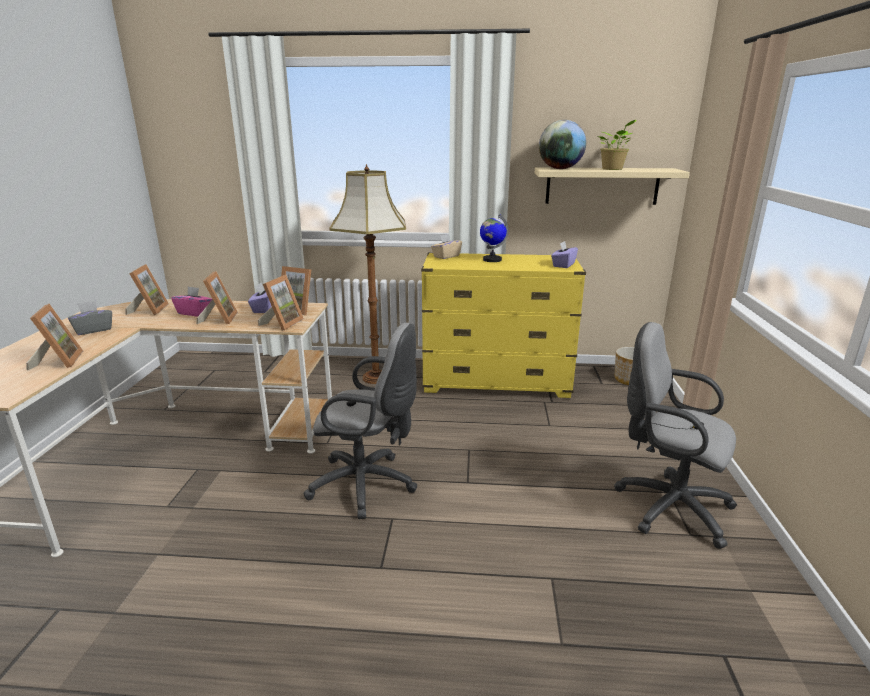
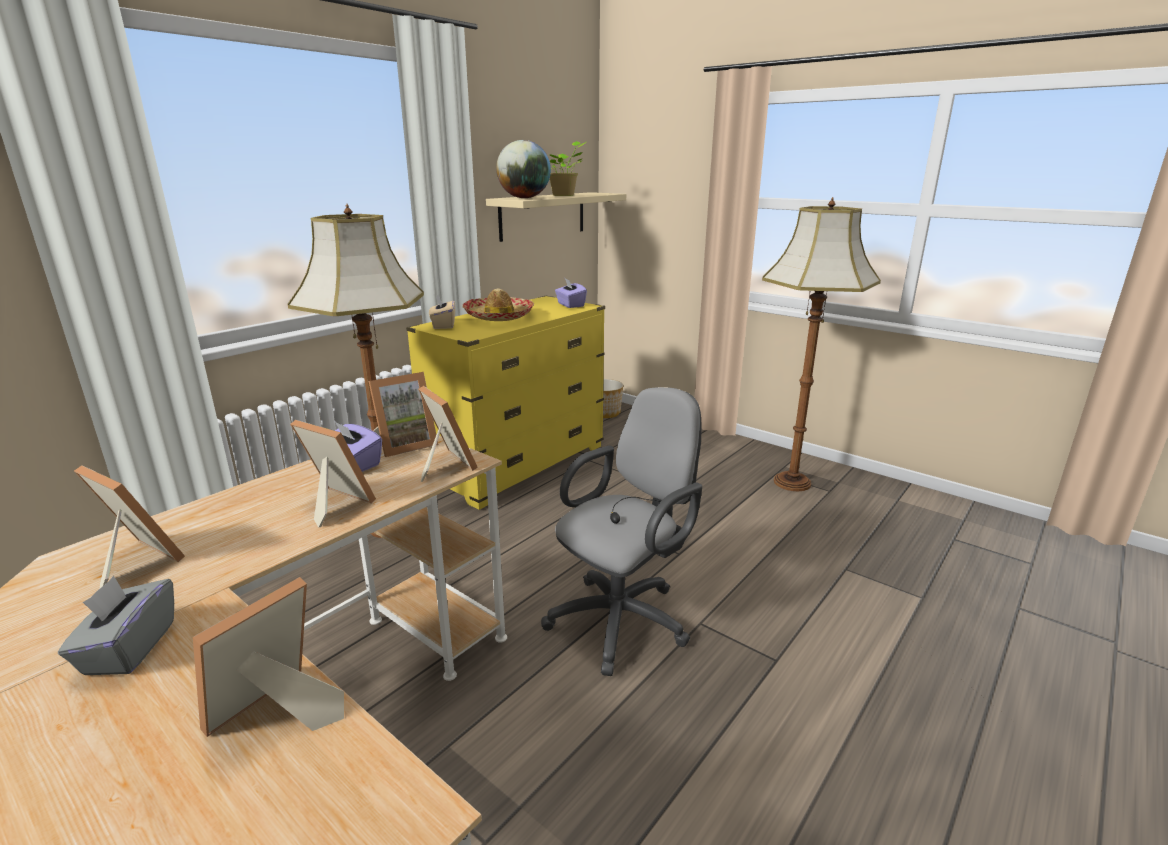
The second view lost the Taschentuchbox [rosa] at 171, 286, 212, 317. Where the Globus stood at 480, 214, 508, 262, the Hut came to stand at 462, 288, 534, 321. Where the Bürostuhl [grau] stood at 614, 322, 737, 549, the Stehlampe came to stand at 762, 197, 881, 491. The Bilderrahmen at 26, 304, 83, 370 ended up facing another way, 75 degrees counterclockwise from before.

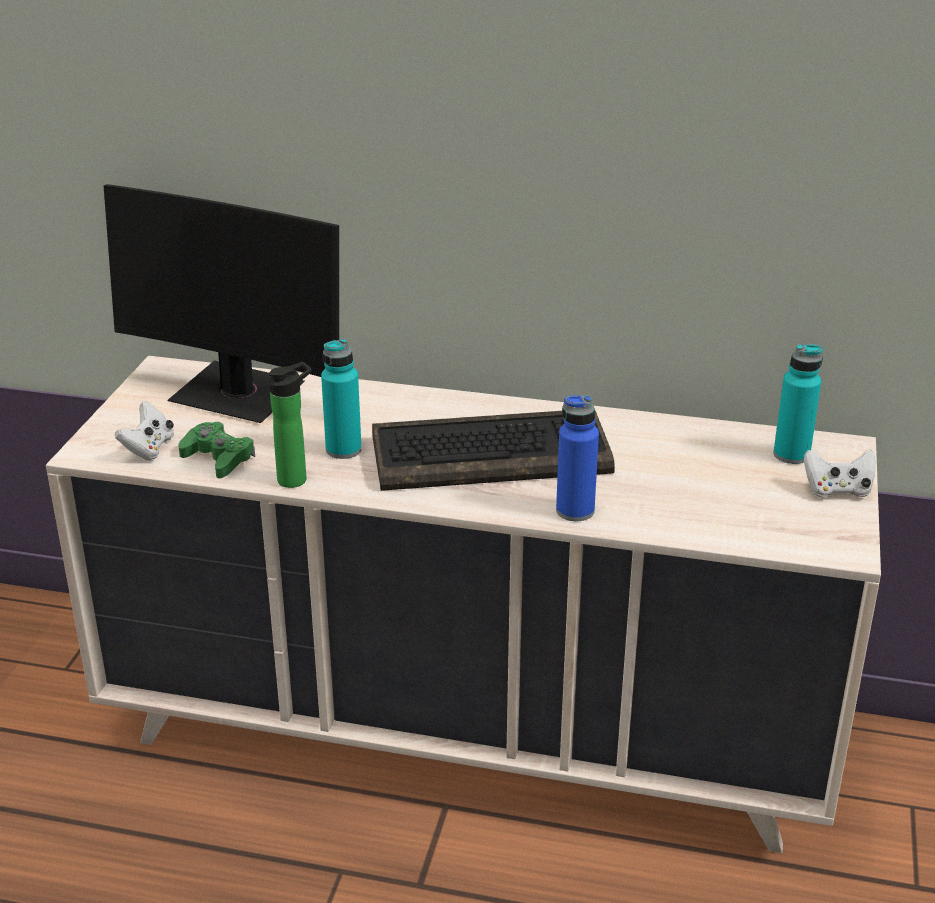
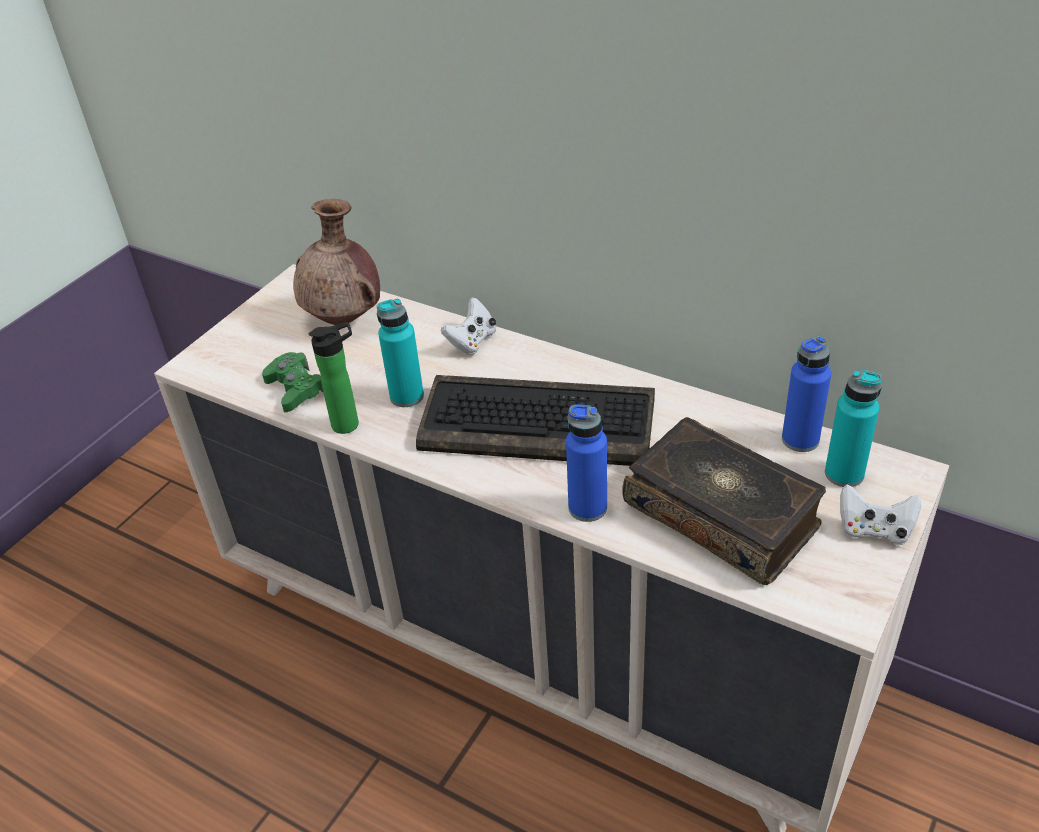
The second view gained the Buch at 622, 417, 826, 585. The second view gained the Flasche [blau] at 782, 336, 831, 452. The Gamepad [weiß] ended up elsewhere, having gone from 115, 401, 174, 460 to 441, 297, 496, 355. Where the Monitor stood at 104, 184, 339, 423, the Vase [braun] came to stand at 293, 199, 380, 325.

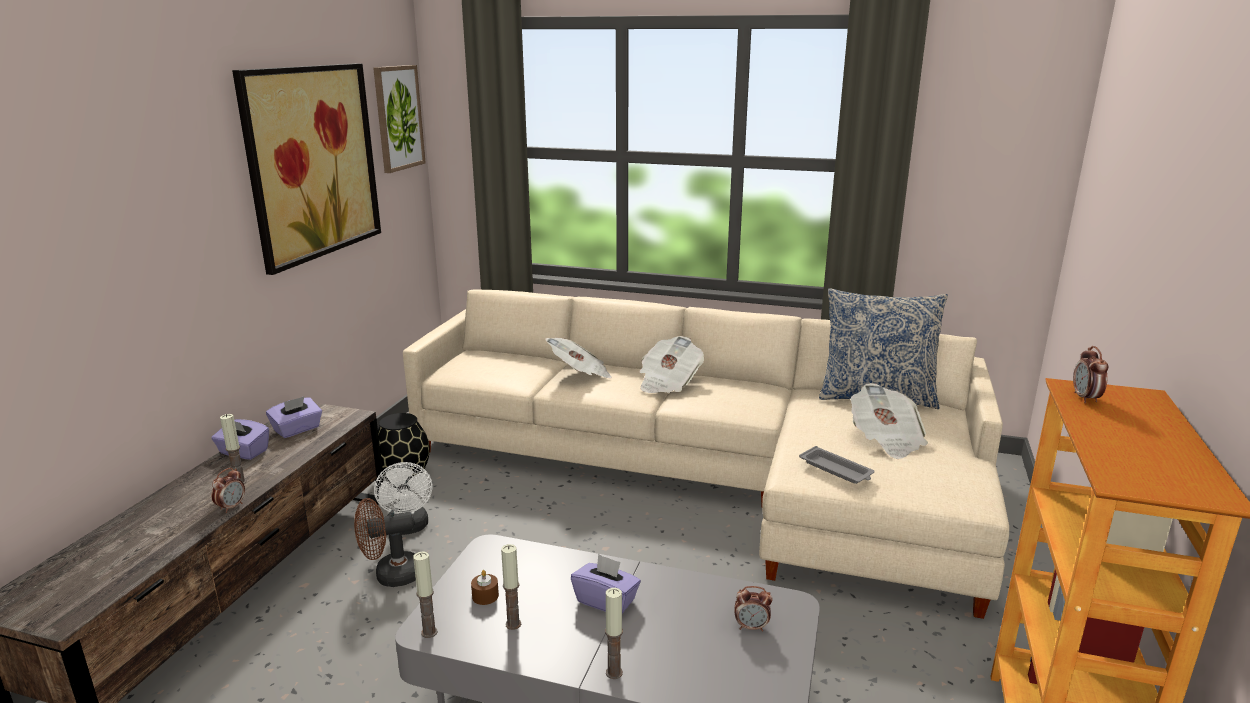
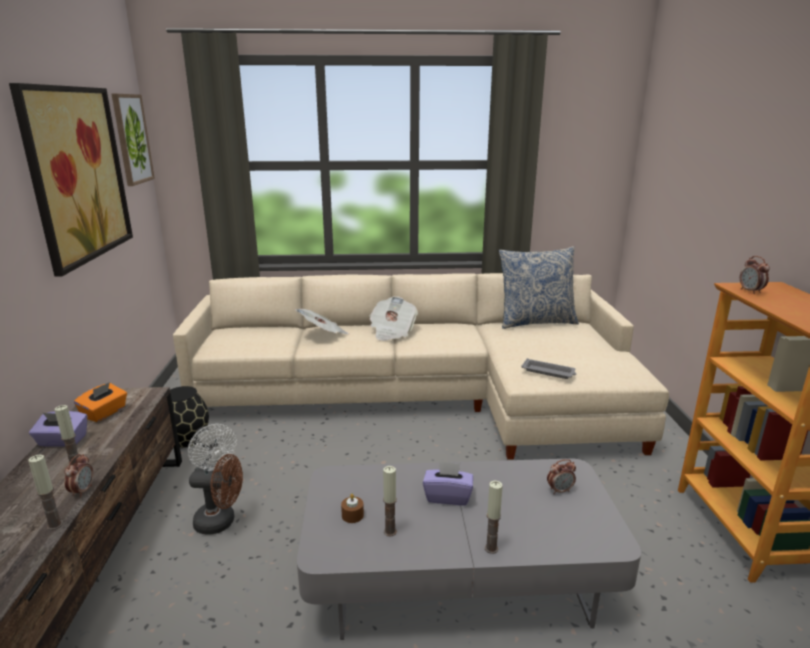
The second view lost the Zeitung at 850, 383, 928, 459. The Kerze ended up elsewhere, having gone from 413, 551, 438, 638 to 28, 454, 63, 530. What was the Taschentuchbox [lila] at 266, 397, 322, 438 turned into the Taschentuchbox [orange] at 74, 382, 127, 422. The Ventilator [braun] at 354, 498, 416, 587 ended up facing another way, 135 degrees counterclockwise from before.

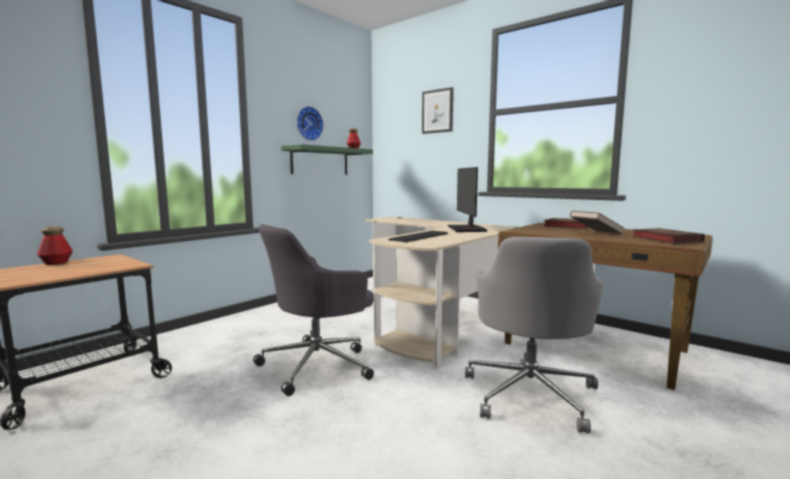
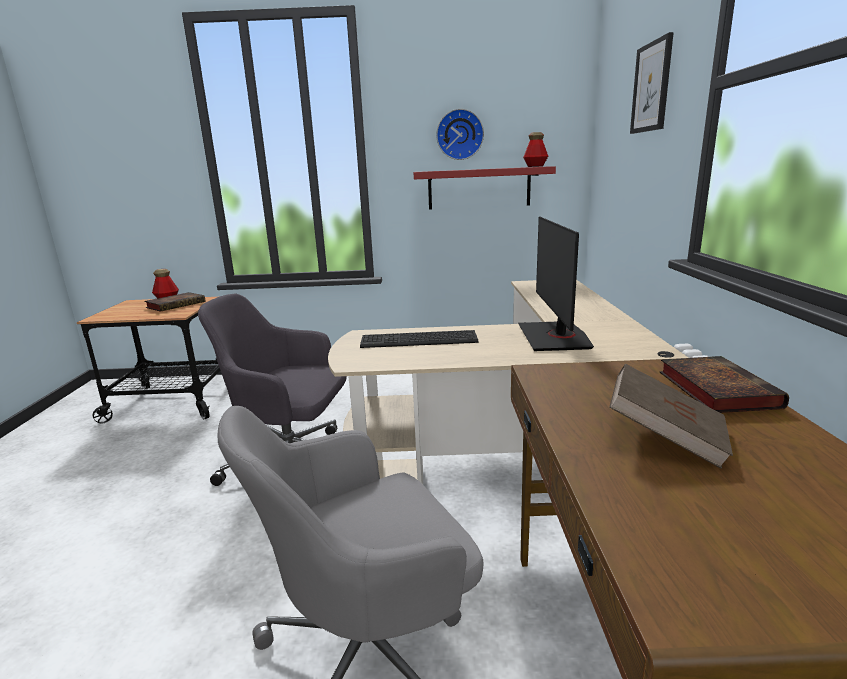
The Buch ended up elsewhere, having gone from 632, 228, 705, 244 to 144, 292, 205, 312. What was the Wandregal [grün] at 281, 144, 373, 175 turned into the Wandregal [rot] at 414, 166, 556, 210. The Monitor at 448, 167, 487, 232 ended up facing another way, 45 degrees counterclockwise from before.

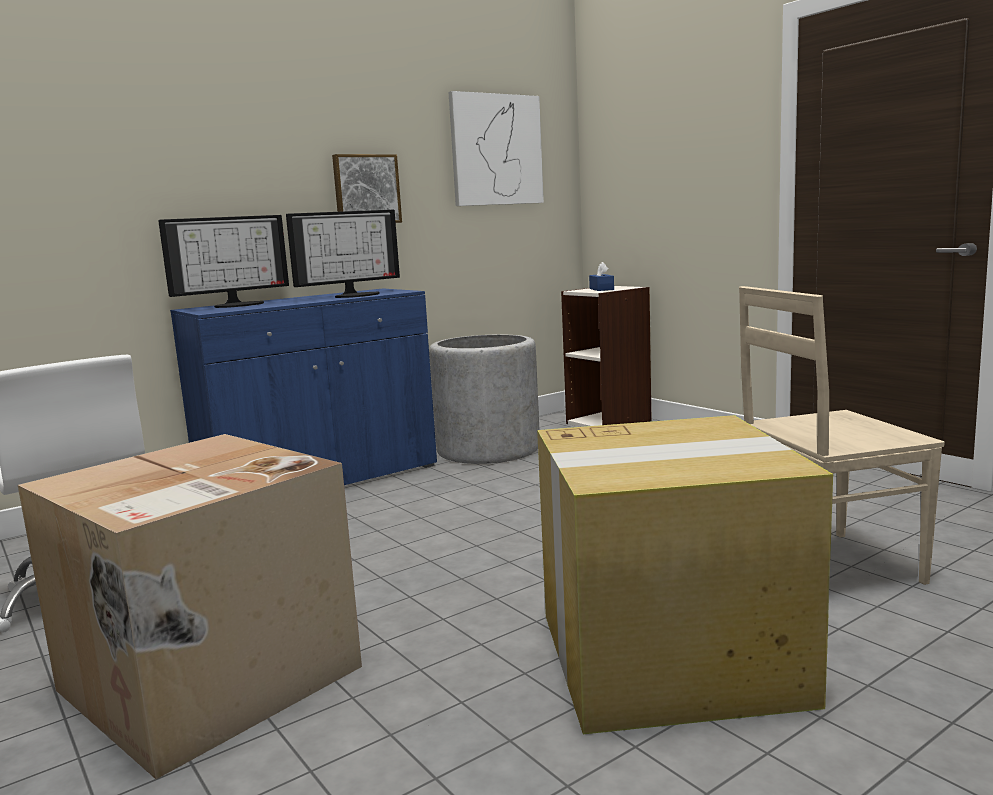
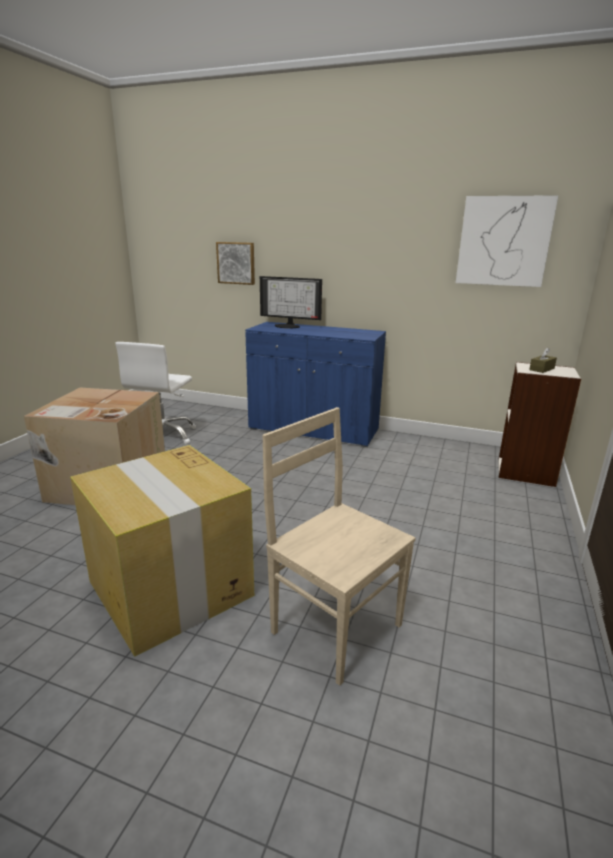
The second view lost the Monitor at 286, 210, 400, 298. The second view lost the Pflanzkübel [grau] at 429, 334, 539, 464. The Bild ended up elsewhere, having gone from 332, 154, 402, 223 to 216, 242, 255, 285. What was the Taschentuchbox [blau] at 589, 262, 614, 291 turned into the Taschentuchbox [braun] at 529, 347, 557, 373.

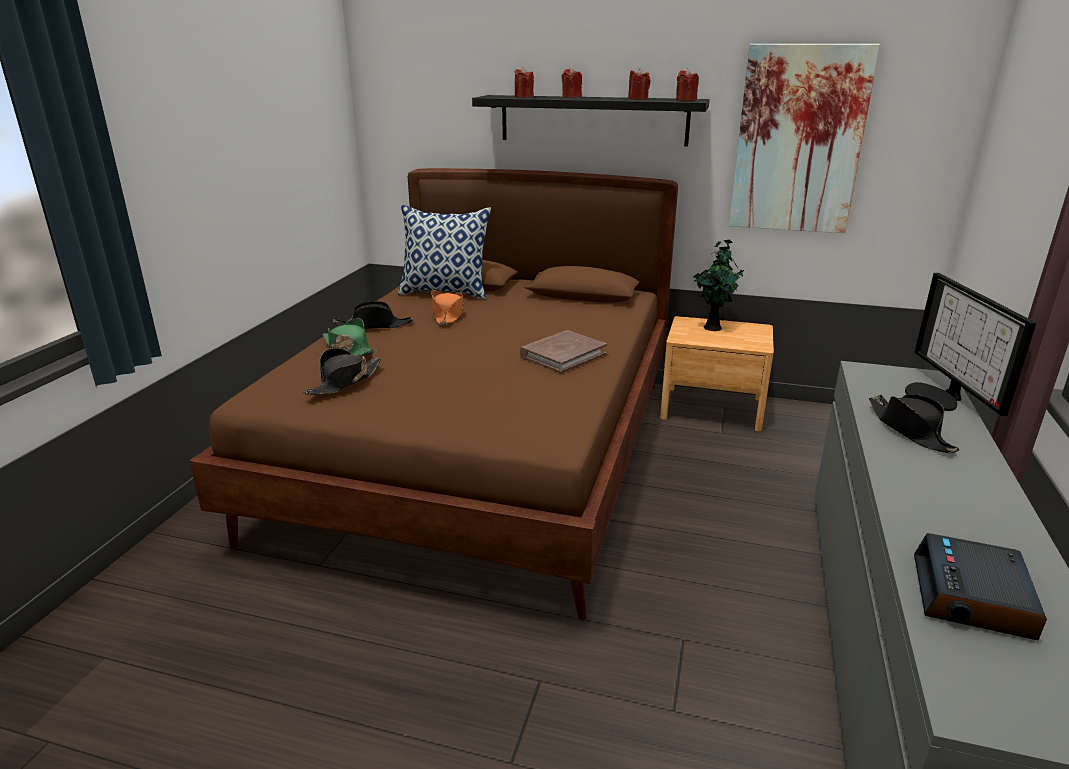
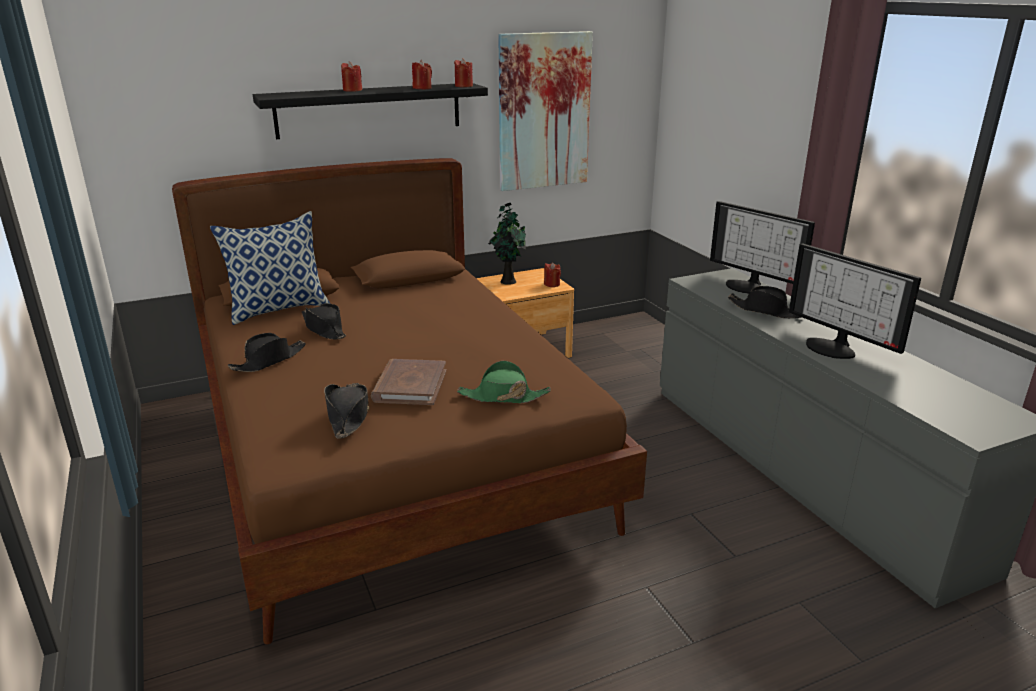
The second view lost the Wecker at 914, 533, 1047, 640. The second view gained the Monitor at 789, 243, 921, 359. The Hut [grün] ended up elsewhere, having gone from 323, 318, 377, 356 to 457, 361, 551, 403. The Kerze [rot] ended up elsewhere, having gone from 515, 67, 534, 98 to 544, 262, 561, 287. The Buch [braun] ended up elsewhere, having gone from 520, 330, 607, 373 to 371, 359, 446, 405. What was the Hut [orange] at 431, 290, 464, 325 turned into the Hut [schwarz] at 302, 303, 346, 340.

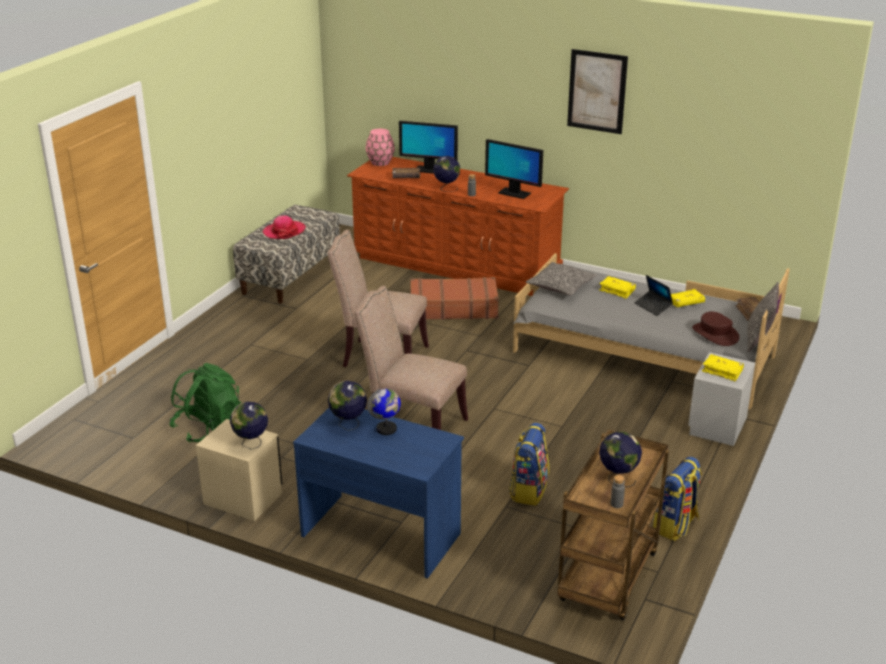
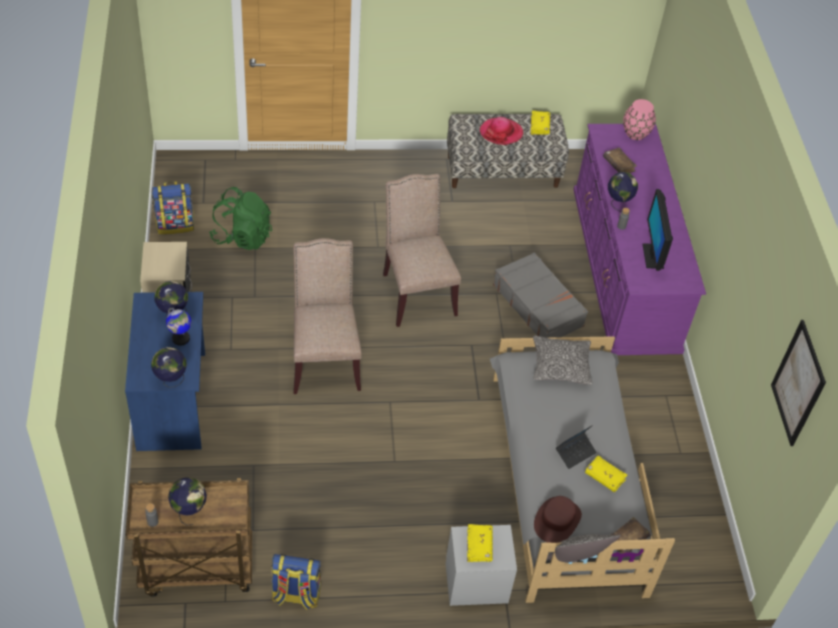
The second view lost the Monitor at 399, 121, 458, 174. The Globus ended up elsewhere, having gone from 230, 402, 268, 449 to 151, 347, 187, 388. The Rucksack ended up elsewhere, having gone from 509, 423, 549, 506 to 152, 181, 194, 234. The Bild ended up elsewhere, having gone from 567, 49, 628, 134 to 771, 320, 826, 446. The Buch [gelb] ended up elsewhere, having gone from 599, 276, 636, 299 to 530, 111, 550, 135. What was the Kommode [braun] at 347, 157, 569, 296 turned into the Kommode [lila] at 573, 124, 706, 355. What was the Koffer [braun] at 410, 277, 499, 320 turned into the Koffer [grau] at 493, 252, 588, 338. The Laptop at 634, 275, 673, 316 ended up facing another way, 150 degrees counterclockwise from before.

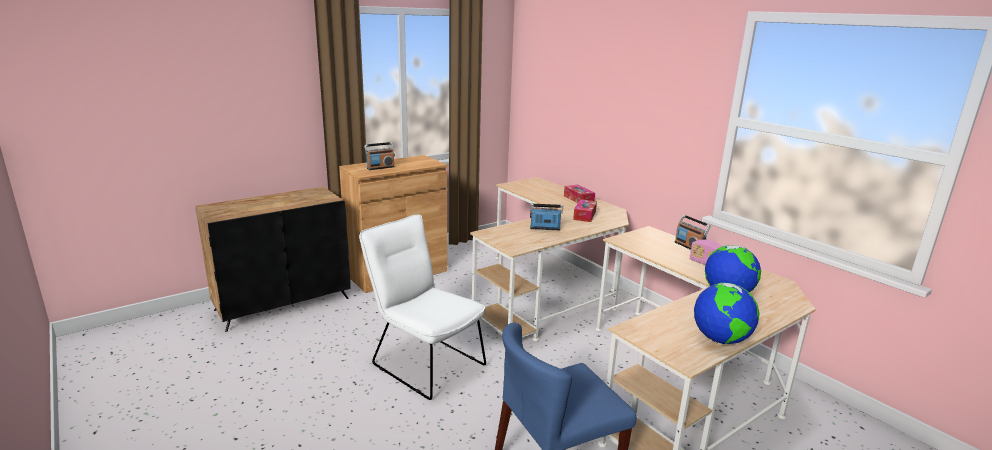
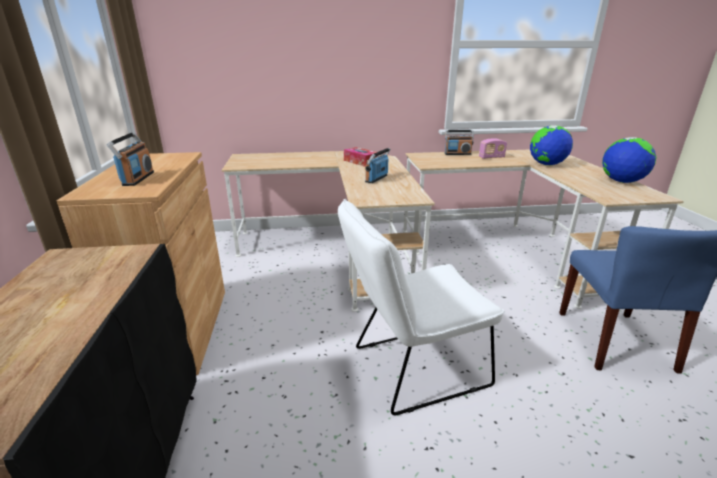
The second view lost the Taschentuchbox at 564, 185, 595, 203.

